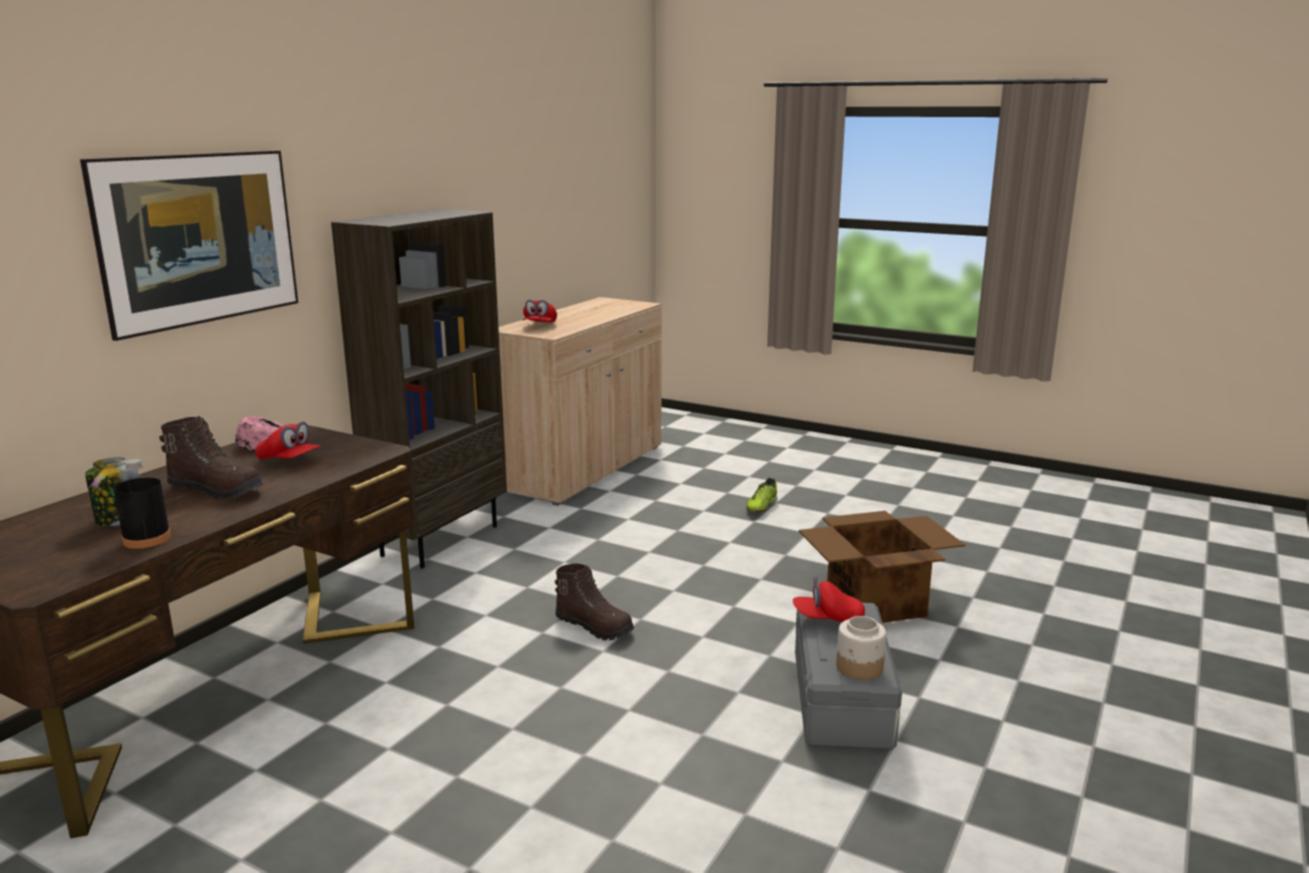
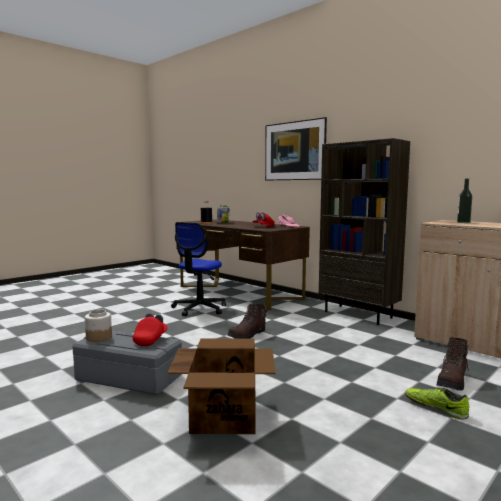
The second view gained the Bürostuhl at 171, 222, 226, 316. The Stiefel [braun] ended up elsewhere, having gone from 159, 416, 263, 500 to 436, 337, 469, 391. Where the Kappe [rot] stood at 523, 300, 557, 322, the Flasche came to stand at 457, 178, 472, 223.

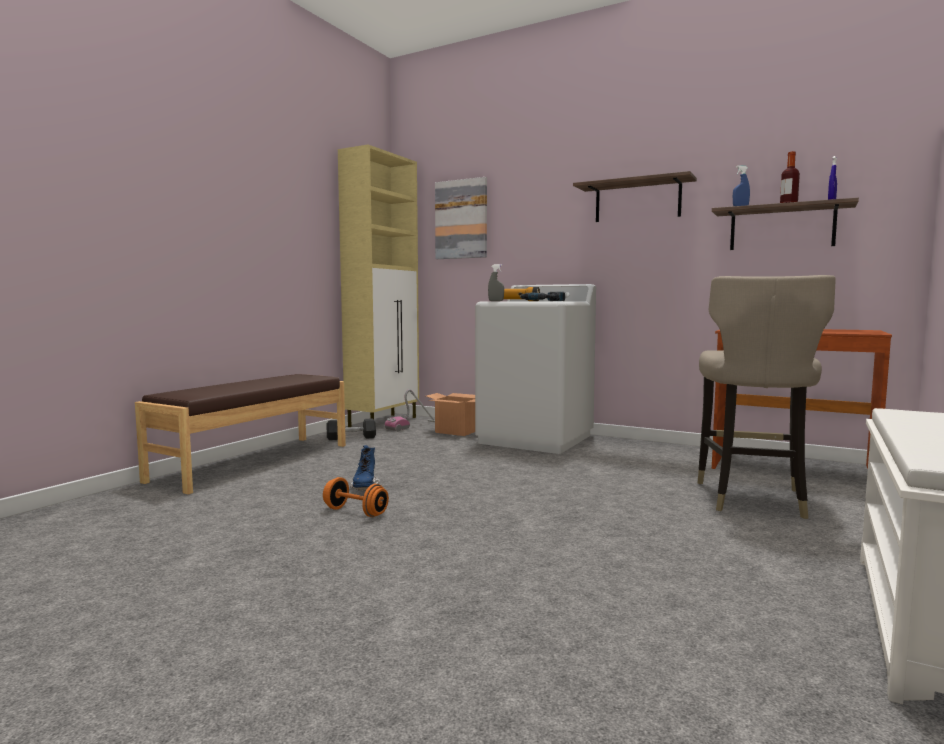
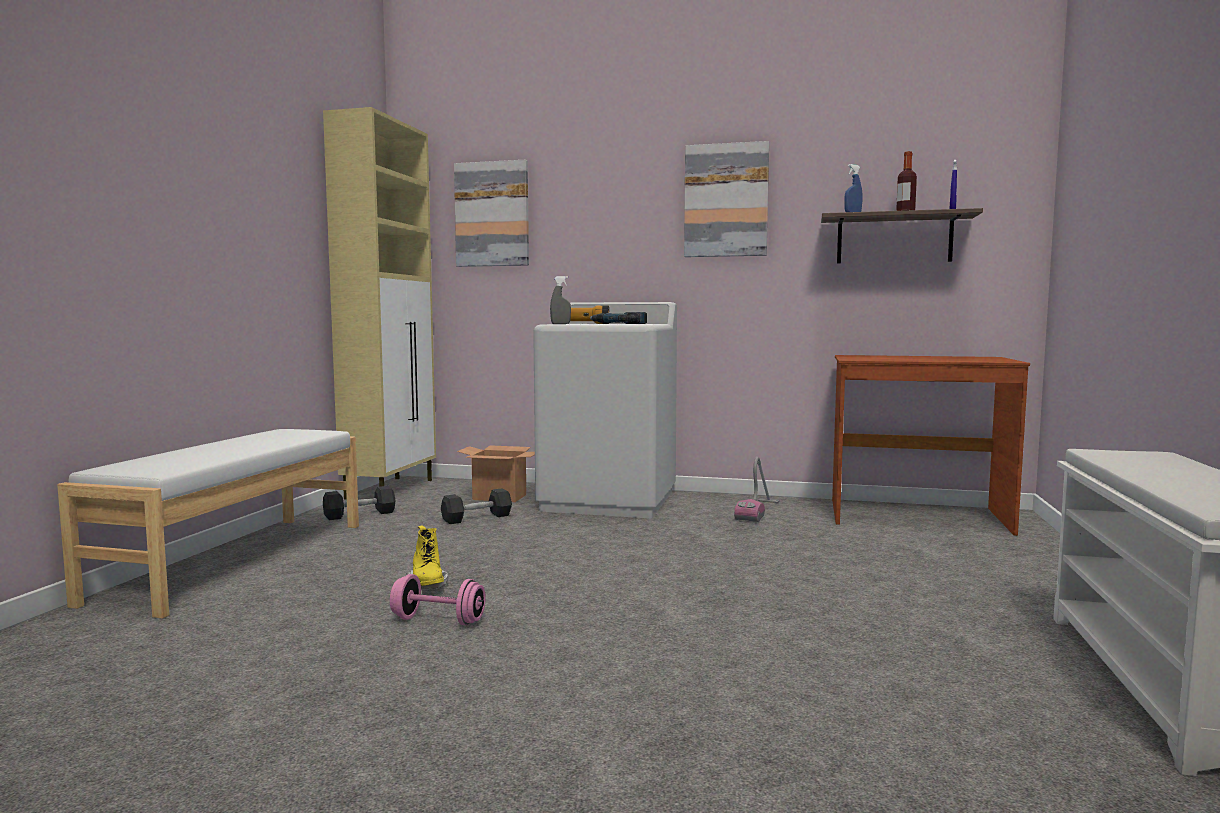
The second view lost the Hocker [beige] at 697, 275, 836, 519. The second view gained the Hantel [grau] at 441, 488, 512, 524. The Staubsauger ended up elsewhere, having gone from 385, 389, 435, 432 to 734, 457, 779, 522. Where the Wandregal hung at 573, 171, 697, 222, the Bild came to hang at 684, 141, 769, 257. What was the Bank [braun] at 135, 374, 346, 494 turned into the Bank [weiß] at 57, 429, 359, 619. What was the Hantel [orange] at 323, 477, 389, 517 turned into the Hantel [rosa] at 390, 574, 486, 625. What was the Stiefel [blau] at 350, 445, 380, 490 turned into the Stiefel [gelb] at 406, 525, 448, 589.

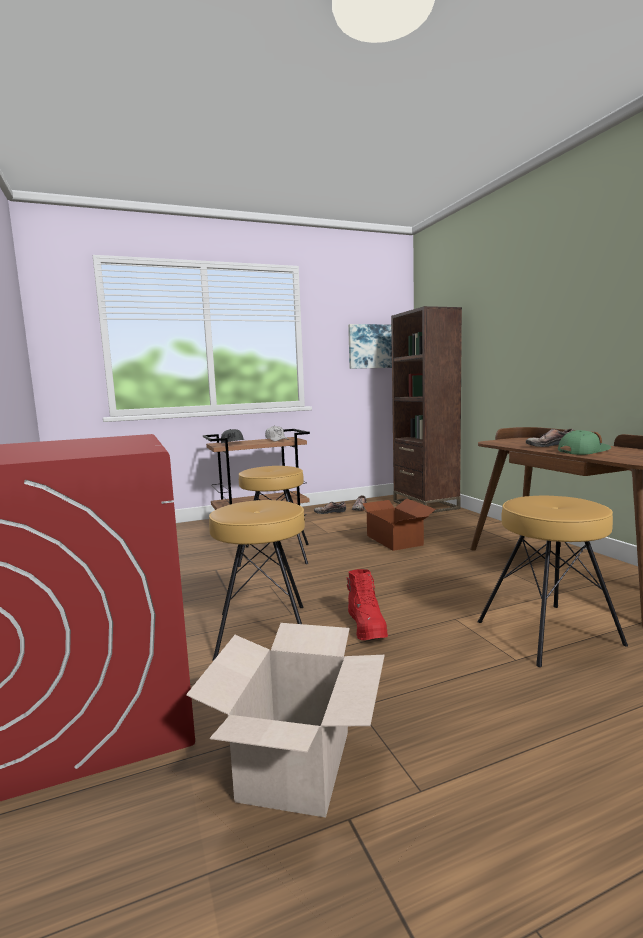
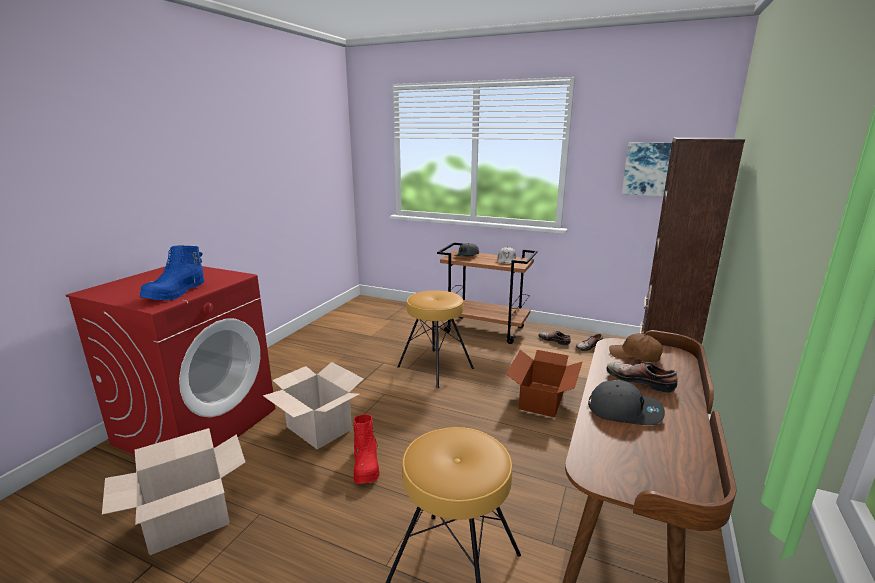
The second view gained the Stiefel [blau] at 139, 245, 205, 301. The second view gained the Kappe [braun] at 609, 333, 663, 362. Where the Hocker [braun] stood at 209, 500, 305, 661, the Karton came to stand at 263, 362, 364, 450. What was the Kappe [grün] at 558, 430, 611, 455 turned into the Kappe [grau] at 588, 380, 665, 425. The Stiefel [rot] at 347, 569, 388, 640 ended up facing another way, 45 degrees counterclockwise from before.

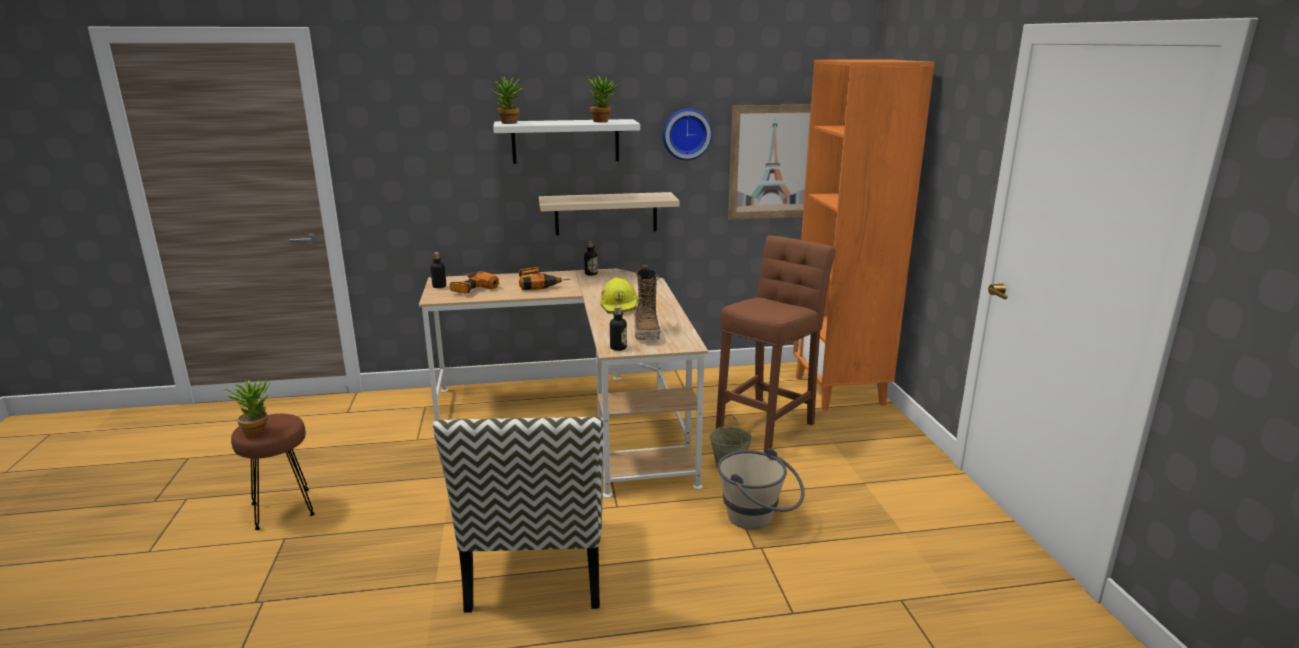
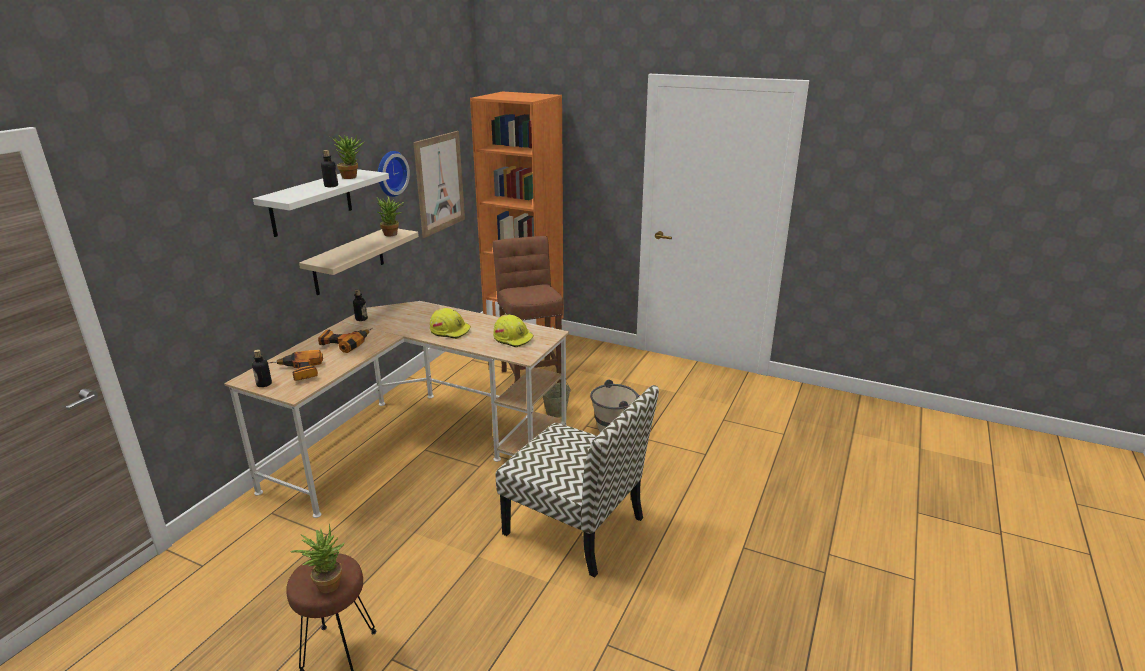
The Topfpflanze ended up elsewhere, having gone from 491, 77, 525, 124 to 377, 197, 404, 236. The Flasche ended up elsewhere, having gone from 610, 306, 627, 351 to 321, 150, 338, 187. Where the Stiefel stood at 634, 265, 660, 340, the Schutzhelm [gelb] came to stand at 493, 315, 534, 348.

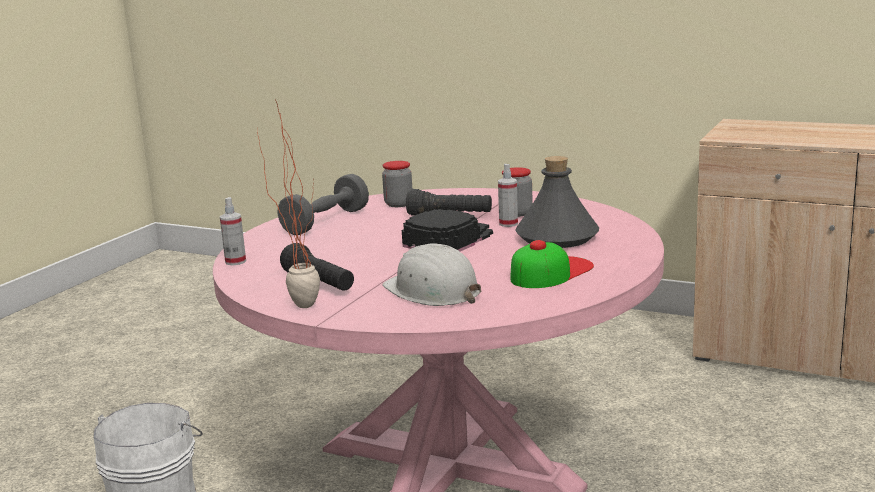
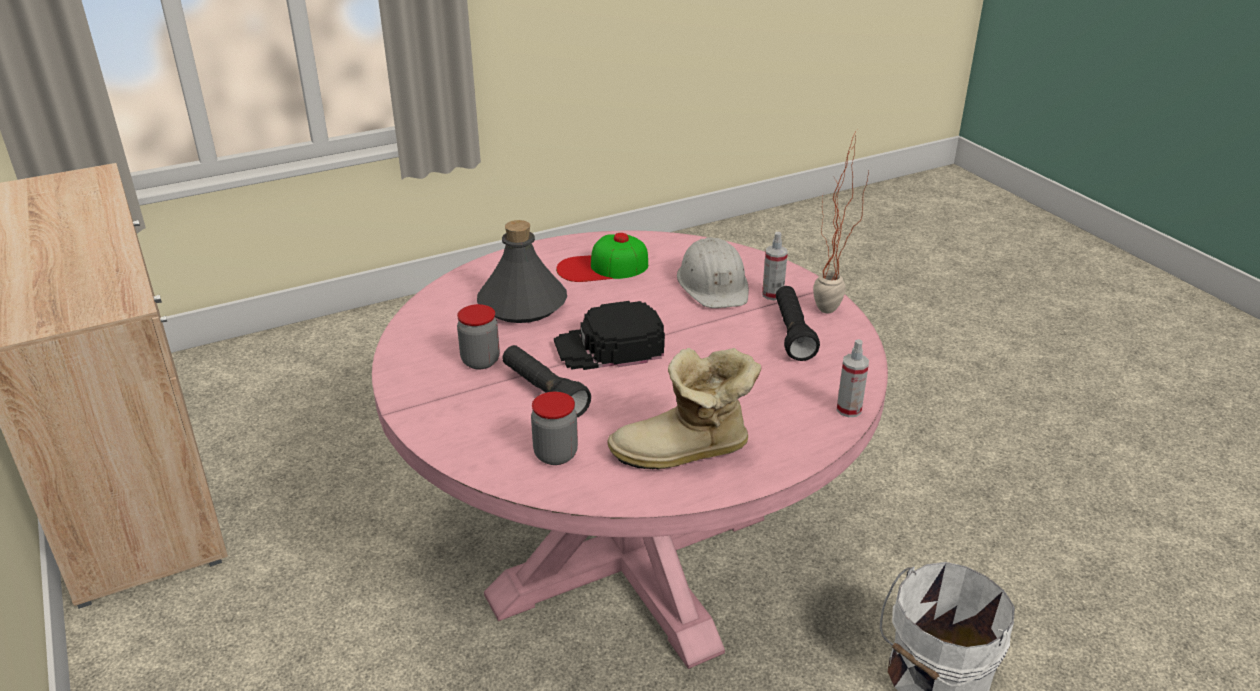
The Sprühflasche ended up elsewhere, having gone from 498, 164, 518, 227 to 762, 232, 788, 300. Where the Hantel [grau] stood at 277, 174, 369, 235, the Stiefel came to stand at 607, 348, 762, 469.

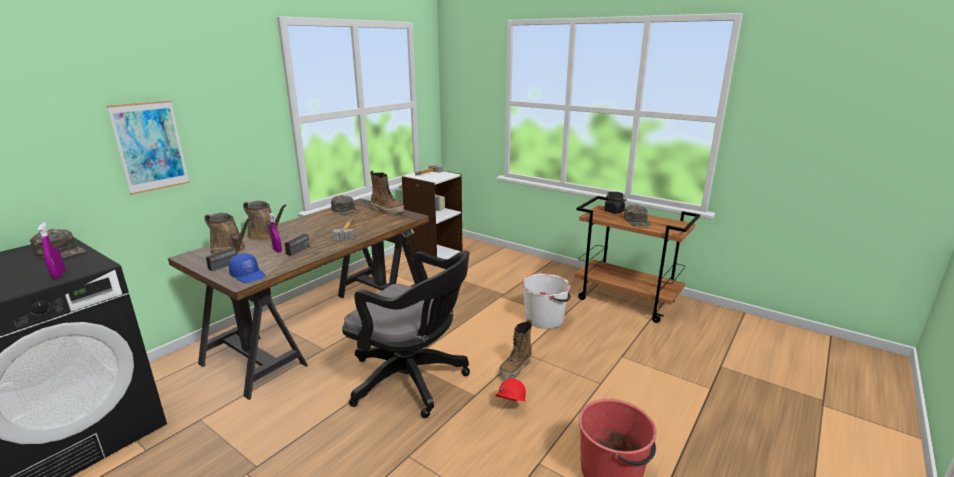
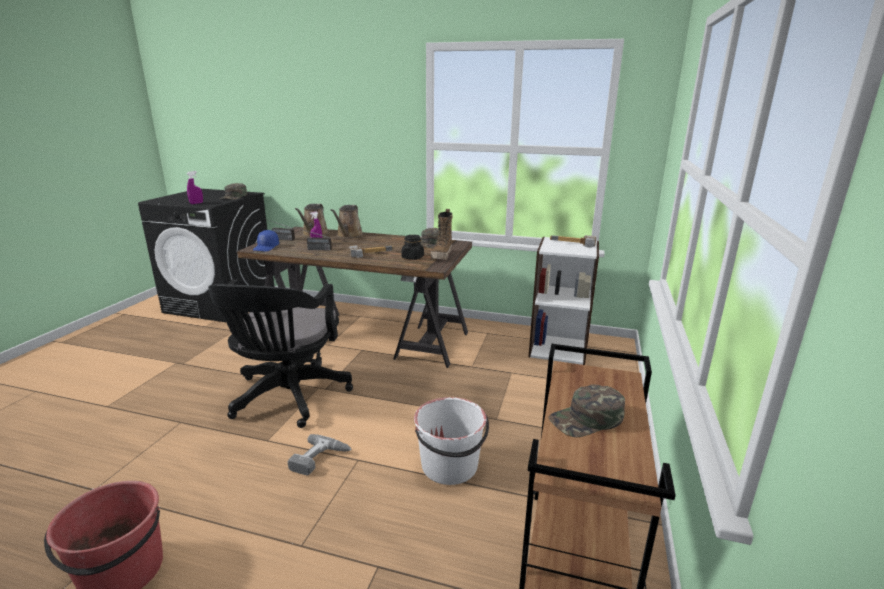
The second view lost the Bild at 107, 100, 190, 195. The second view lost the Schutzhelm [rot] at 496, 378, 526, 401. The Vorratsglas [schwarz] ended up elsewhere, having gone from 604, 192, 626, 214 to 401, 235, 424, 260. Where the Stiefel stood at 499, 319, 532, 379, the Bohrmaschine came to stand at 288, 434, 351, 475.

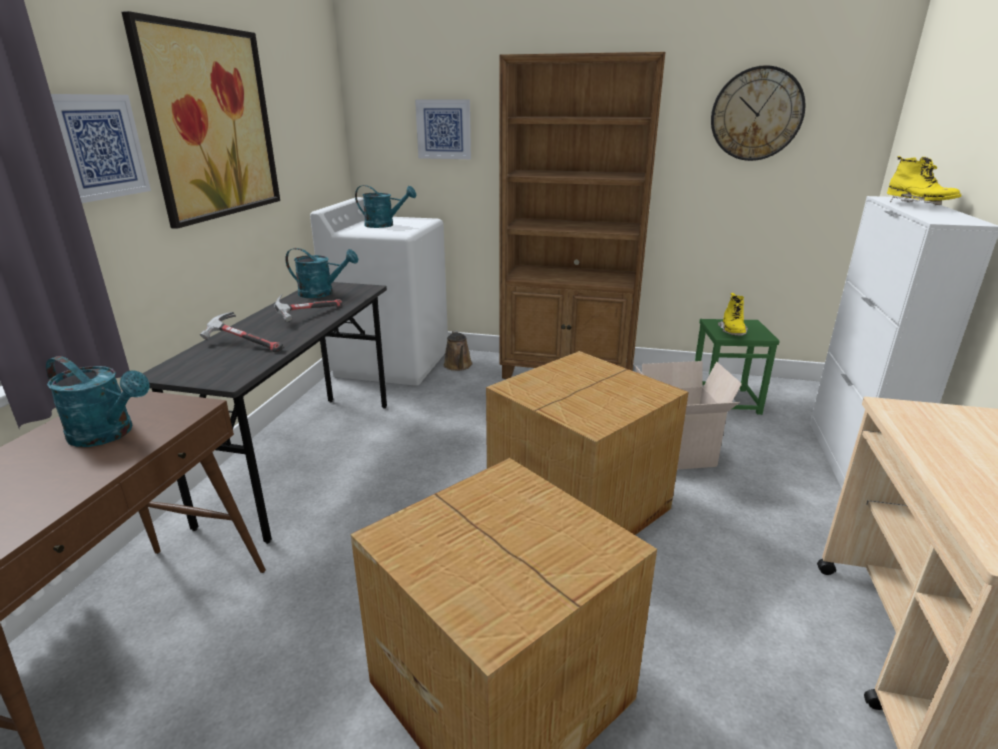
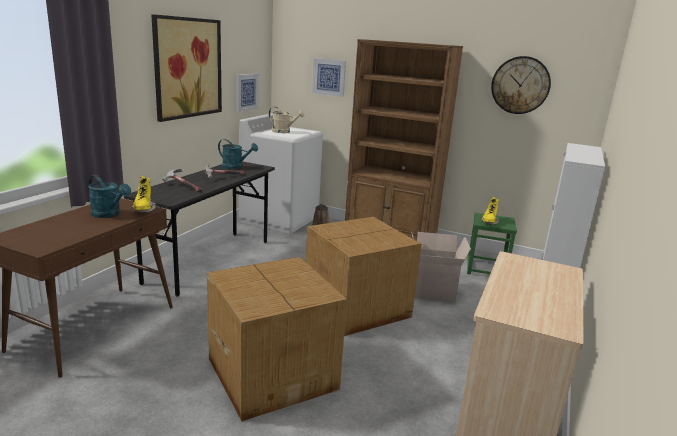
The Bild ended up elsewhere, having gone from 51, 94, 151, 203 to 236, 74, 259, 112. The Stiefel [gelb] ended up elsewhere, having gone from 887, 156, 961, 205 to 131, 176, 156, 212. What was the Gießkanne [türkis] at 355, 185, 416, 228 turned into the Gießkanne [beige] at 269, 107, 305, 133.

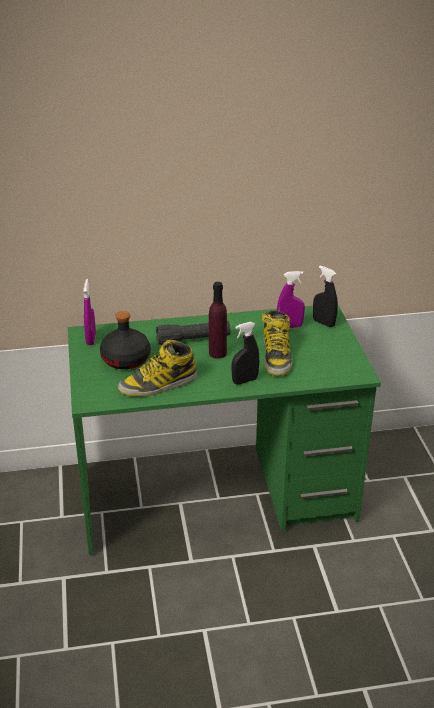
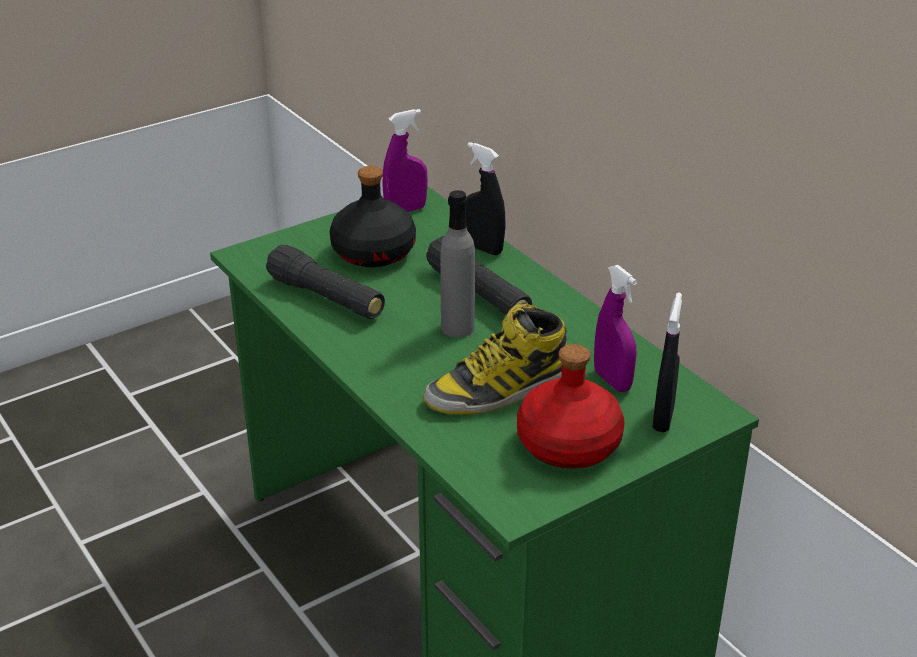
The second view gained the Flasche [rot] at 517, 344, 625, 468. The Sprühflasche [schwarz] ended up elsewhere, having gone from 231, 322, 259, 385 to 466, 142, 506, 255. Where the Stiefel stood at 118, 340, 197, 397, the Taschenlampe [schwarz] came to stand at 266, 245, 385, 319. What was the Flasche [lila] at 209, 282, 227, 359 turned into the Flasche [grau] at 440, 190, 475, 338.

